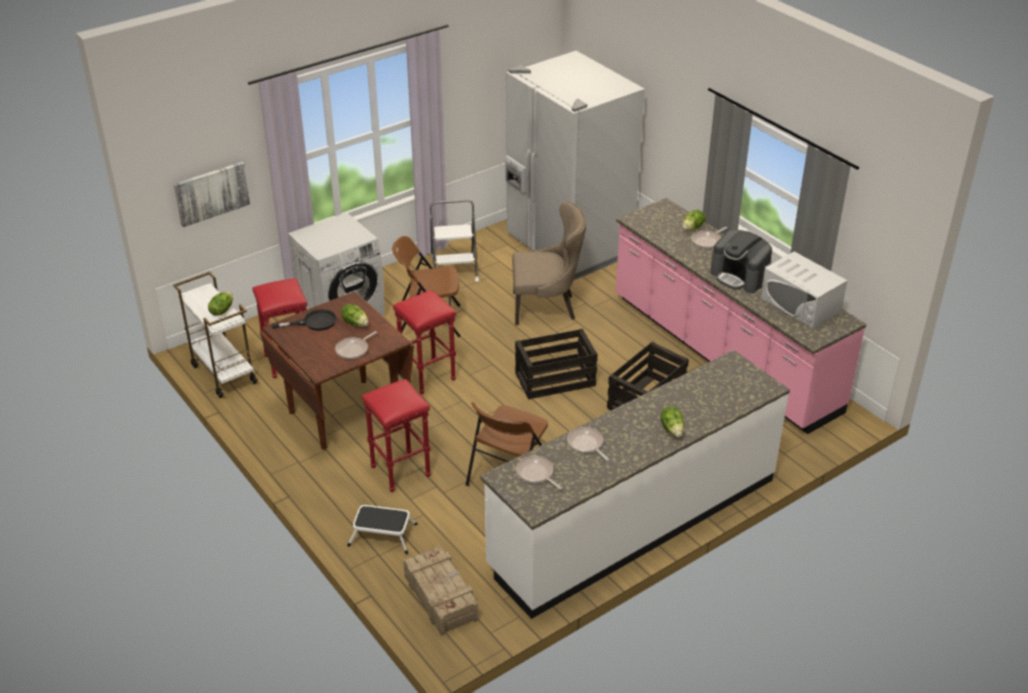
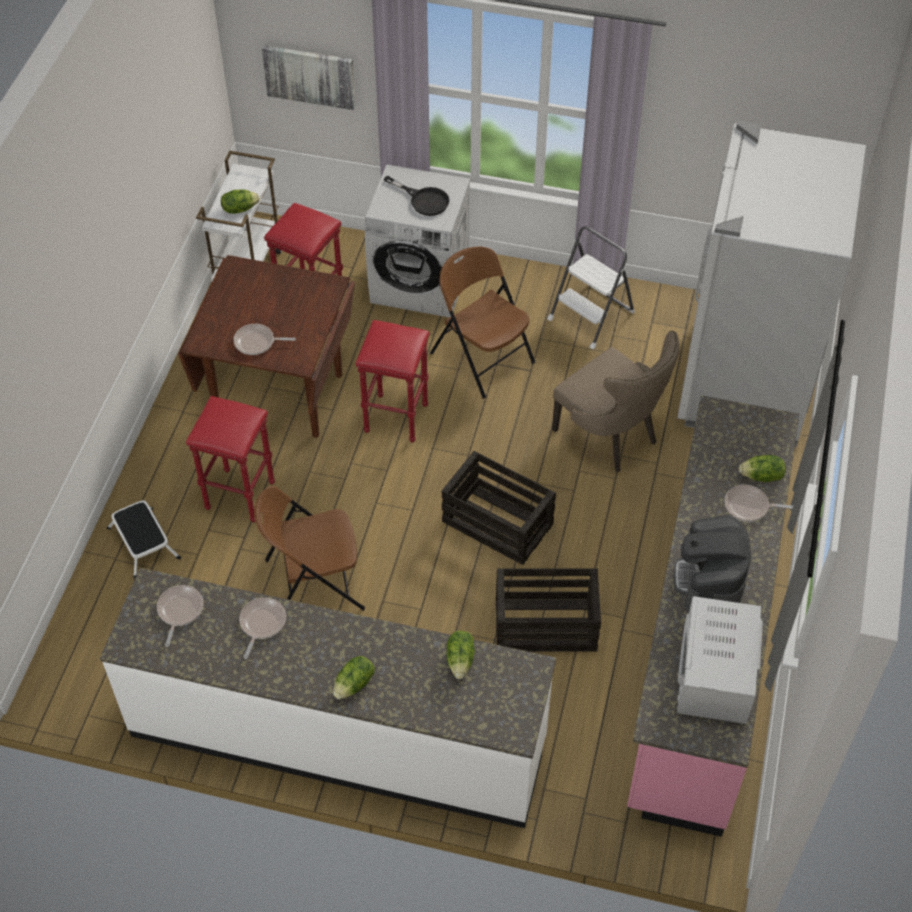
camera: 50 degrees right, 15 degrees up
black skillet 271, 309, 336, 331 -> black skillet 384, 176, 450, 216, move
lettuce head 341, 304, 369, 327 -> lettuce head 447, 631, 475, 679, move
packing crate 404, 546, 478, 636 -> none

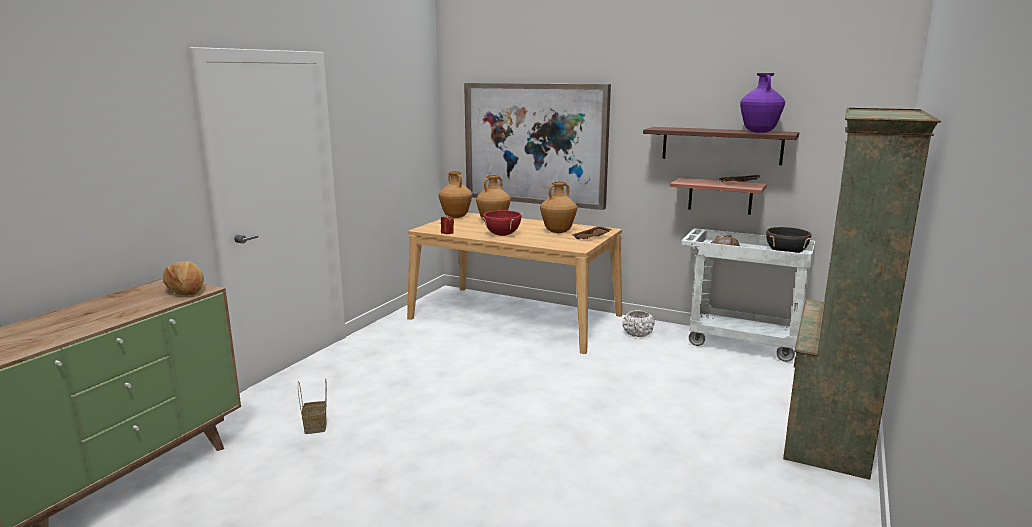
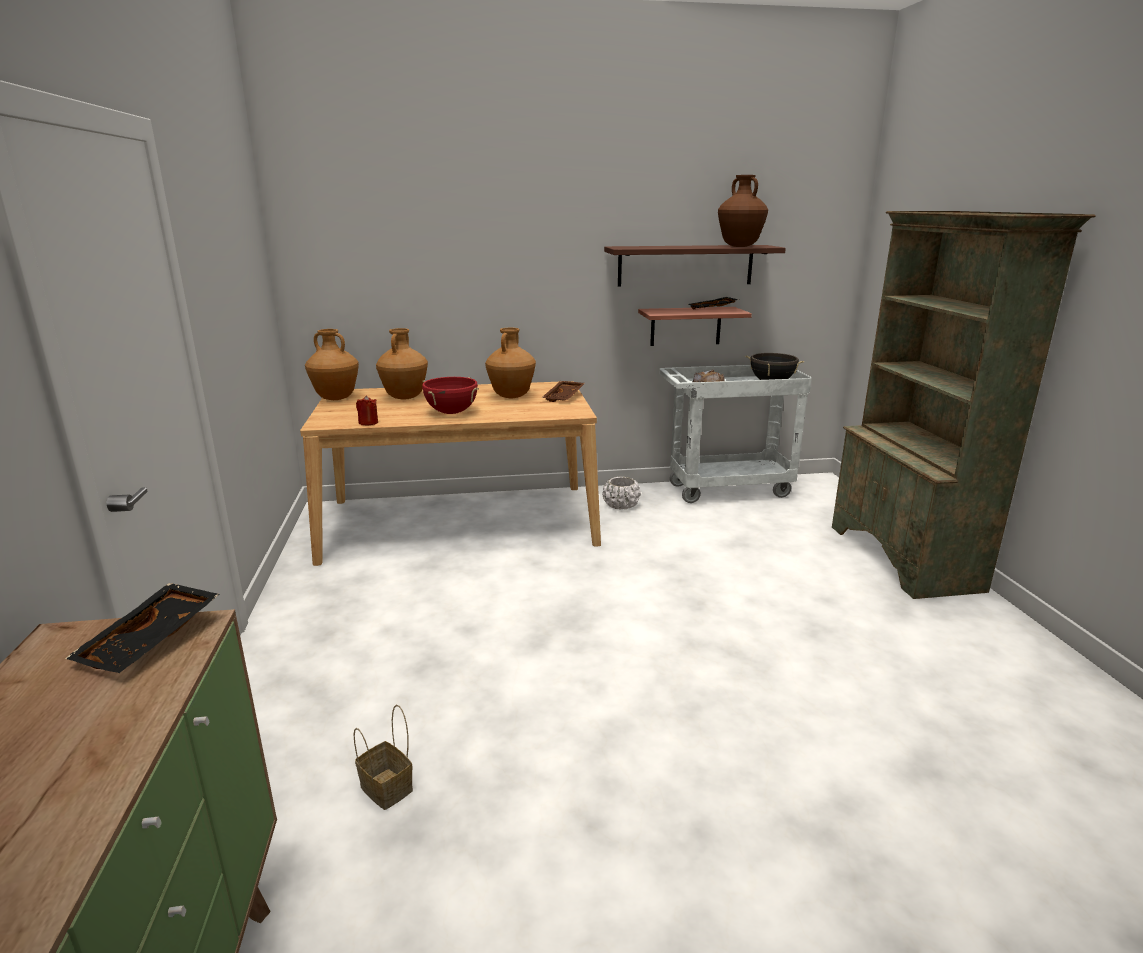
camera: 35 degrees left, 5 degrees up
bakery bread 163, 261, 204, 296 -> black carrying tray 65, 583, 219, 673
purplish vase 740, 73, 785, 133 -> brownish vase 718, 175, 768, 247
wall art 464, 83, 611, 210 -> none

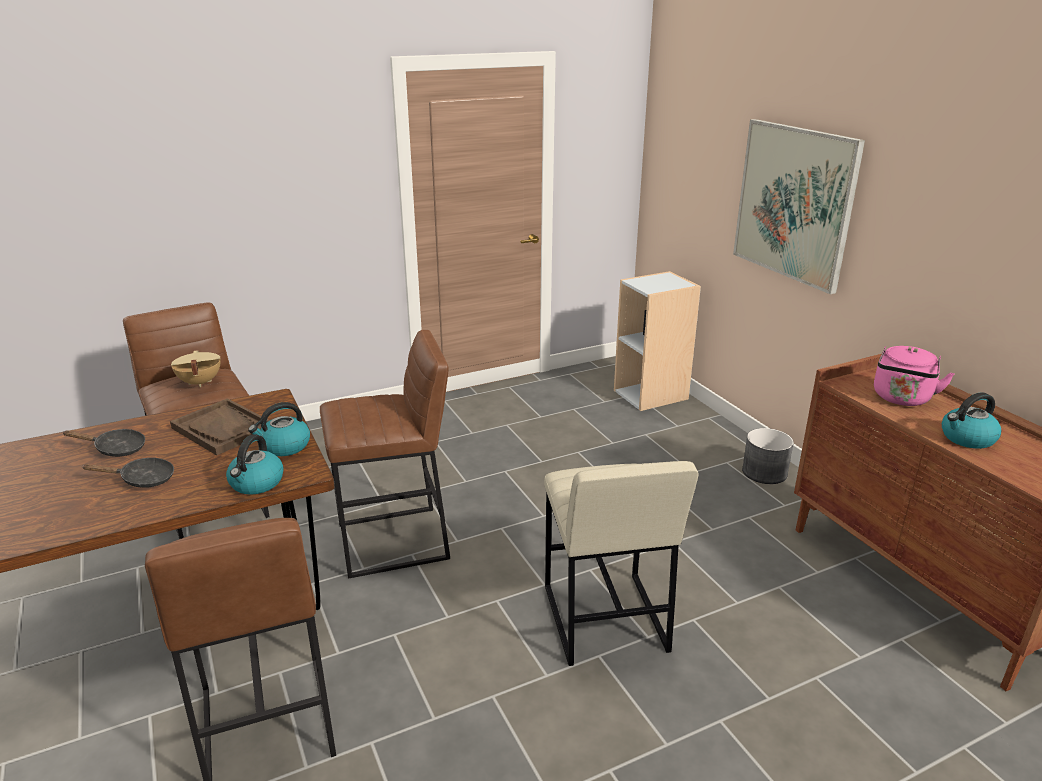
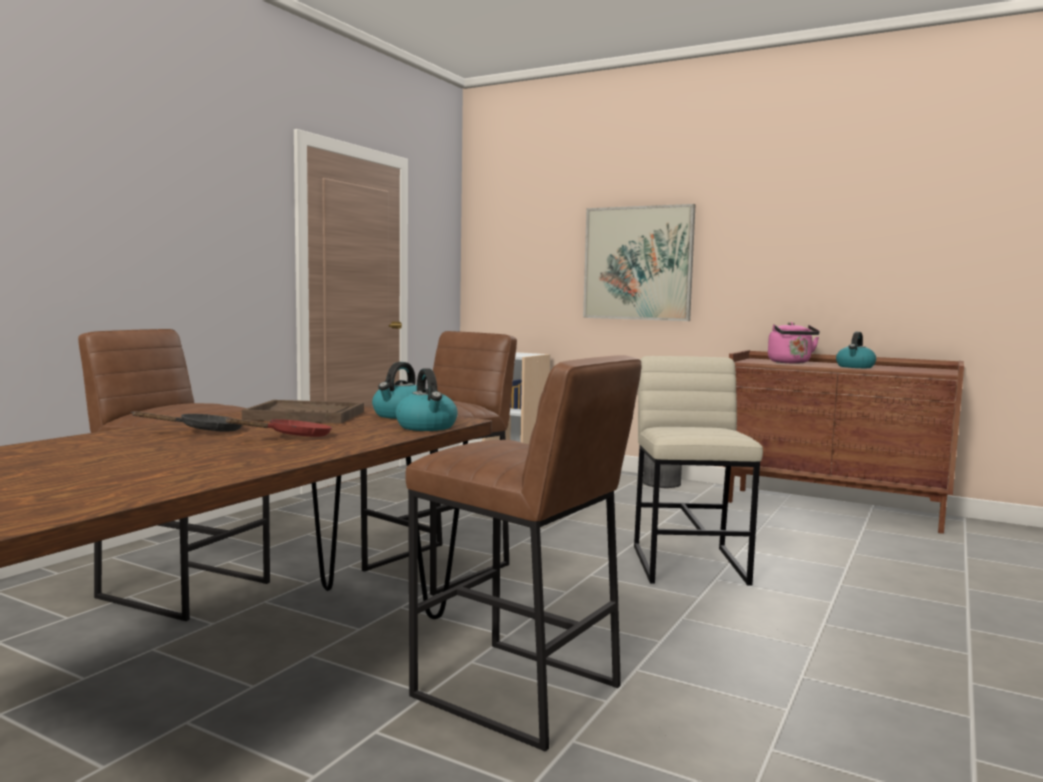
camera: 35 degrees left, 20 degrees down
black skillet 83, 457, 174, 488 -> red skillet 225, 418, 332, 437
beige-coloured upright chair 544, 461, 699, 666 -> beige-coloured upright chair 634, 356, 763, 586, 135 degrees counterclockwise
beige-coloured saucepot 171, 350, 221, 387 -> none

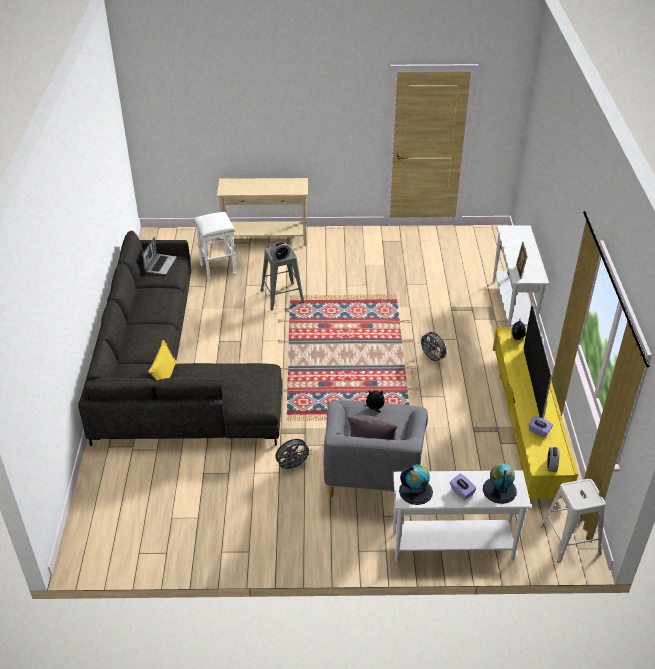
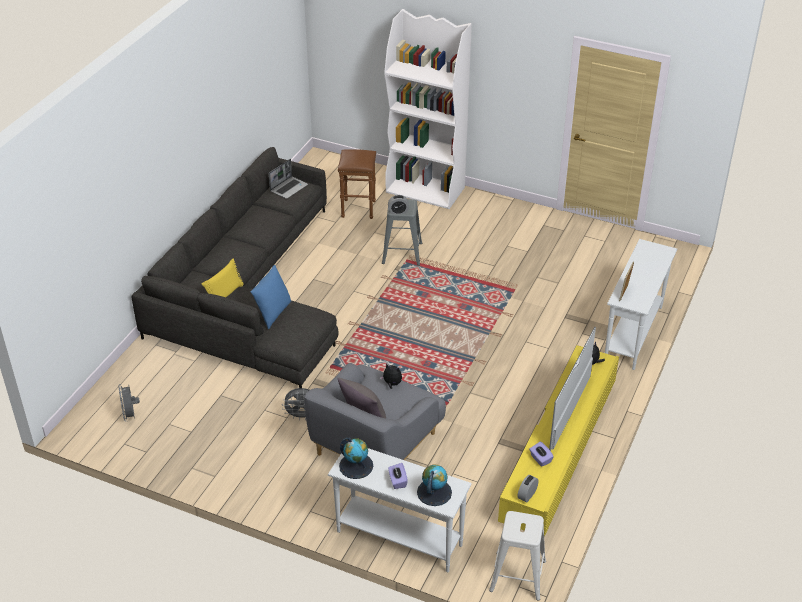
camera: 25 degrees right, 0 degrees up
grey electric fan 418, 332, 447, 364 -> grey electric fan 118, 384, 140, 421, move
none -> blue cushion 250, 265, 291, 329
white stool 194, 212, 236, 281 -> brownish stool 338, 149, 376, 219
beige-coloured hall table 217, 178, 308, 246 -> white bookcase 385, 9, 472, 209

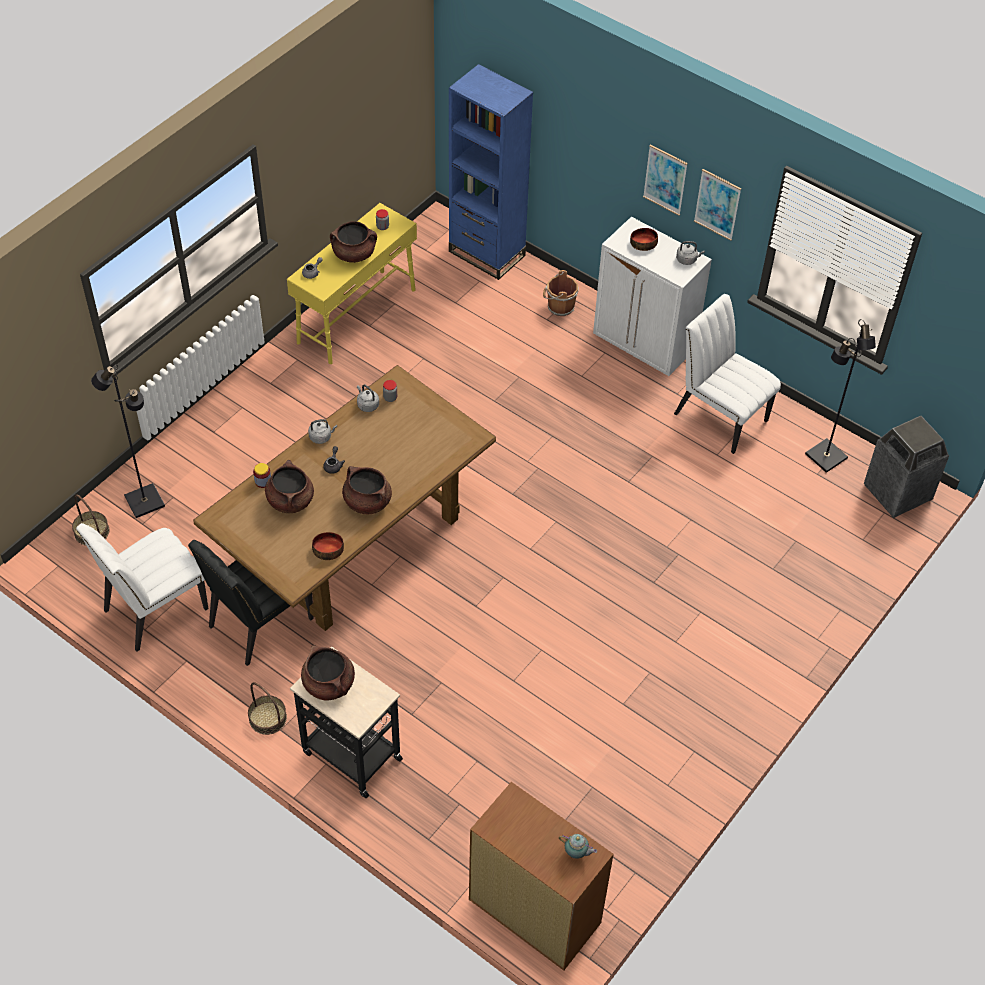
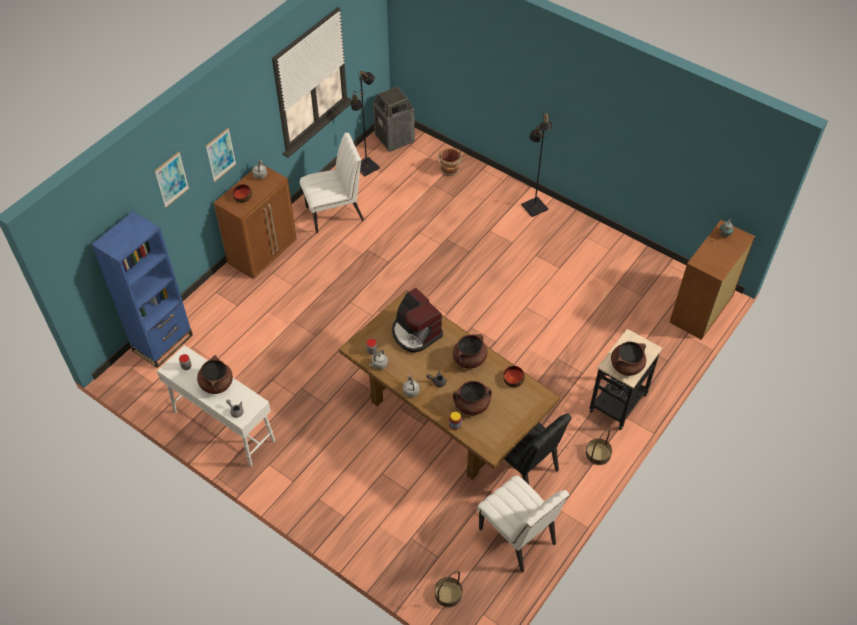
camera: 90 degrees left, 0 degrees up
wall art 694, 169, 741, 241 -> wall art 155, 152, 189, 207, move
yellow hall table 287, 203, 417, 364 -> white hall table 157, 345, 275, 466
white cupboard 593, 217, 712, 376 -> brownish cupboard 214, 164, 297, 279
white upright chair 674, 294, 781, 454 -> white upright chair 300, 133, 364, 233, 150 degrees counterclockwise
none -> coffee brewer 392, 288, 443, 353
brownish pail 543, 270, 579, 316 -> brownish pail 438, 148, 462, 176, move
black standard lamp 91, 364, 165, 518 -> black standard lamp 521, 110, 552, 217, move

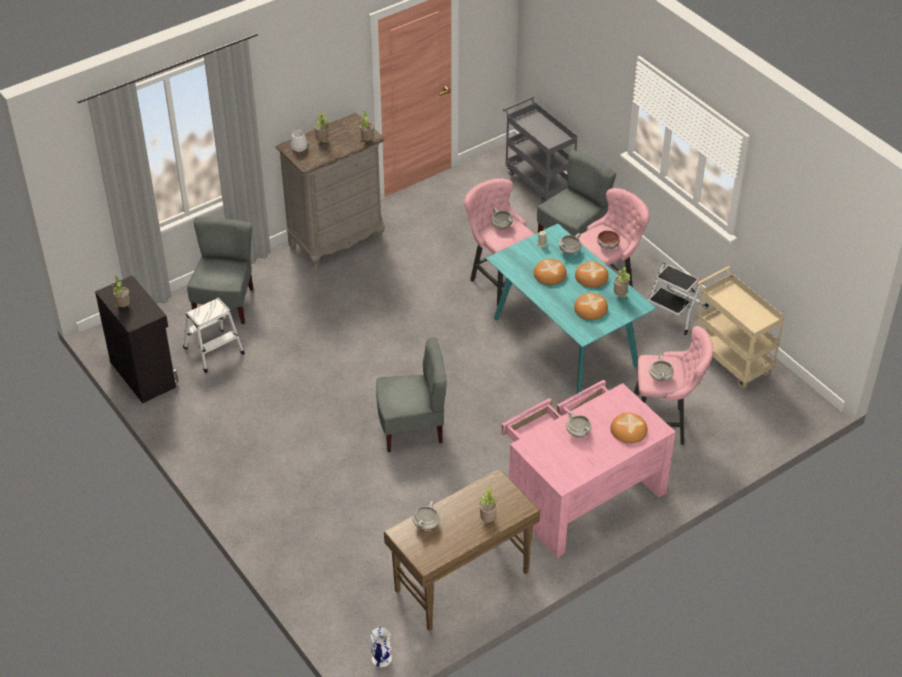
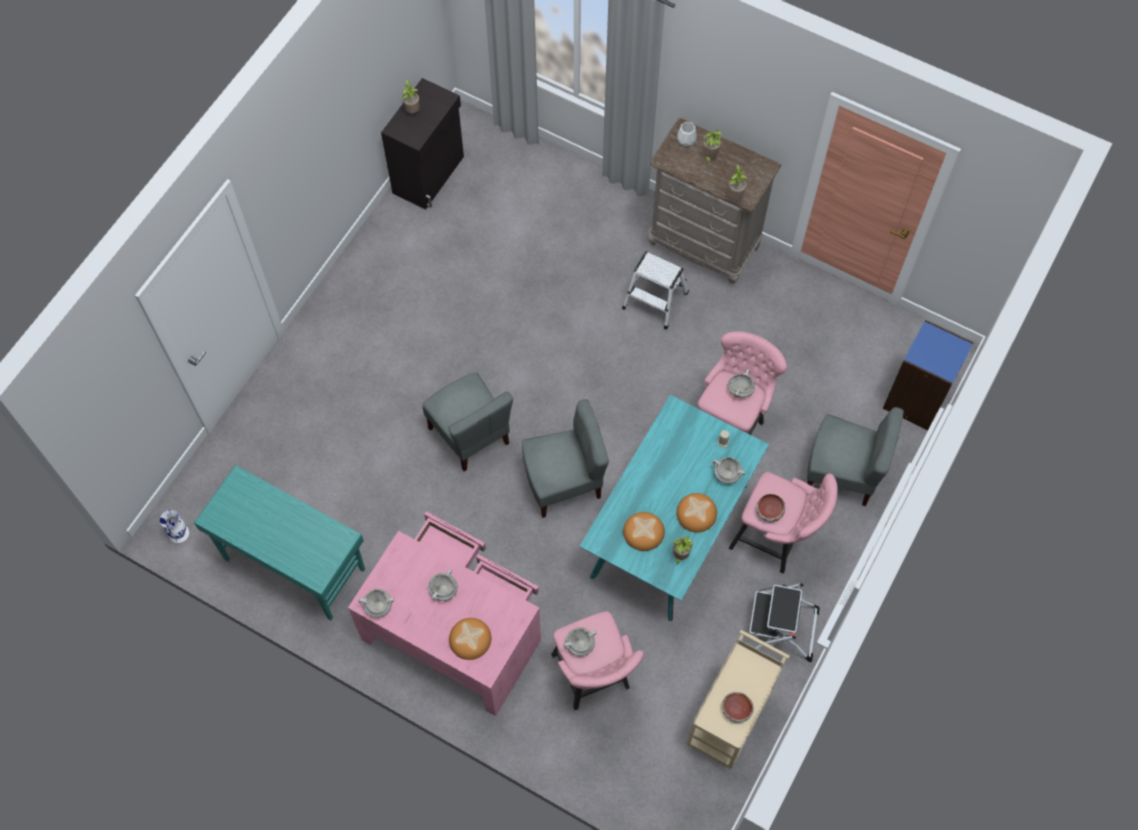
camera: 65 degrees right, 20 degrees up
brownish hall table 384, 468, 540, 631 -> turquoise-coloured hall table 194, 465, 365, 620
white saucepot 413, 501, 440, 530 -> white saucepot 359, 589, 394, 618, move
grey upright chair 187, 217, 253, 324 -> grey upright chair 522, 399, 609, 518, move
white step stool 183, 297, 245, 373 -> white step stool 622, 251, 689, 329, move
none -> serving bowl 722, 692, 753, 723
grey wheeled cart 503, 96, 578, 202 -> blue bookcase 883, 320, 973, 430
houseplant 479, 486, 498, 522 -> none
bakery bread 534, 259, 567, 285 -> none

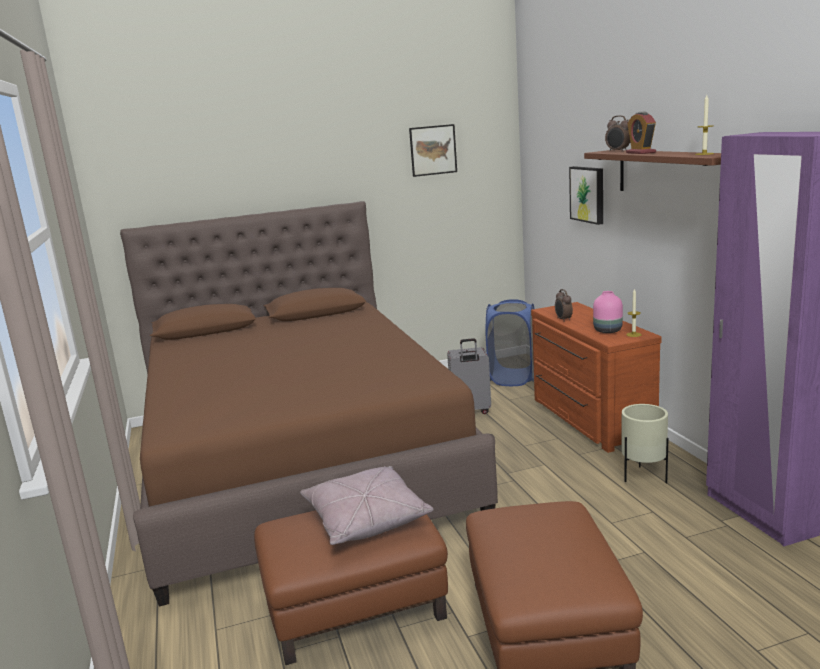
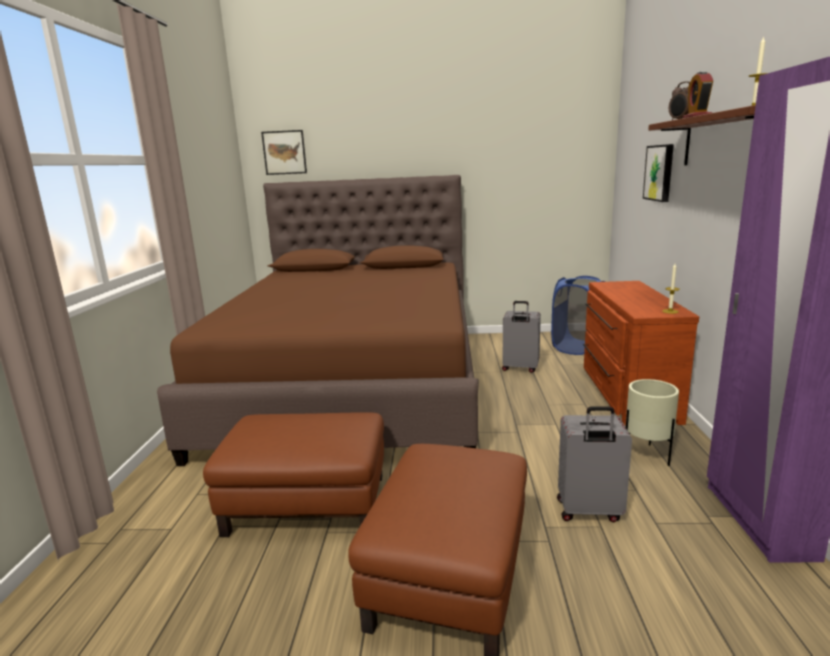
camera: 20 degrees right, 0 degrees up
wall art 409, 124, 457, 177 -> wall art 261, 130, 307, 175, move
none -> grey piece of luggage 557, 406, 632, 522
purplish cushion 300, 466, 434, 545 -> none
bedside clock 555, 289, 573, 322 -> none
pink vase 593, 291, 623, 333 -> none

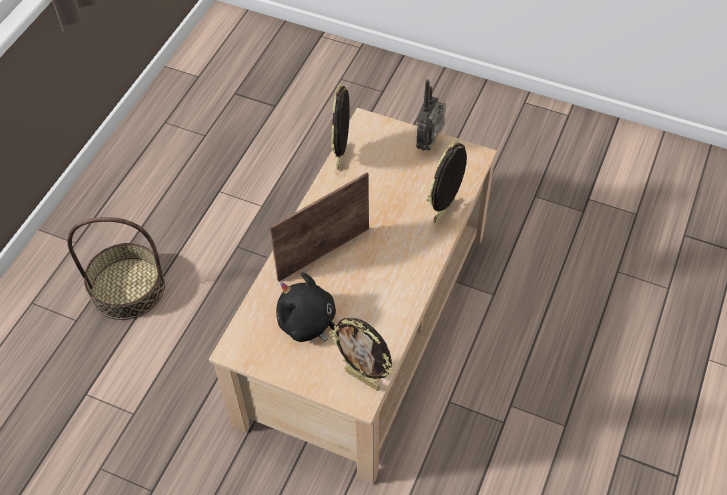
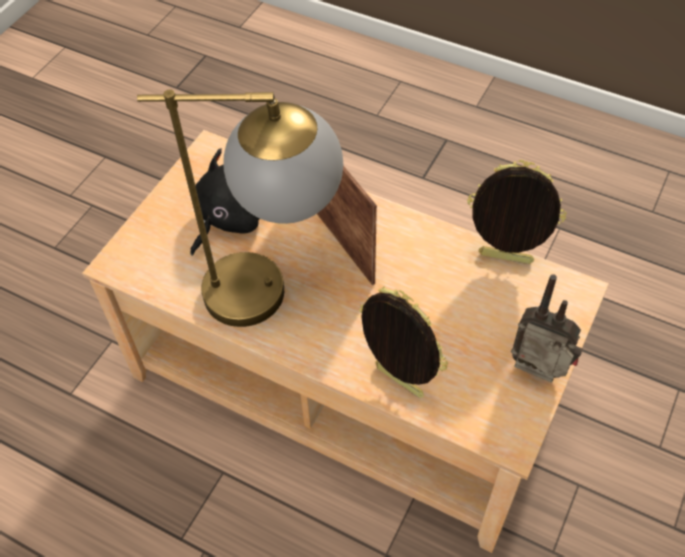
camera: 95 degrees right, 0 degrees up
none -> tabletop lamp 137, 90, 343, 327
household basket 67, 217, 165, 320 -> none
standing frame 329, 318, 394, 391 -> none

